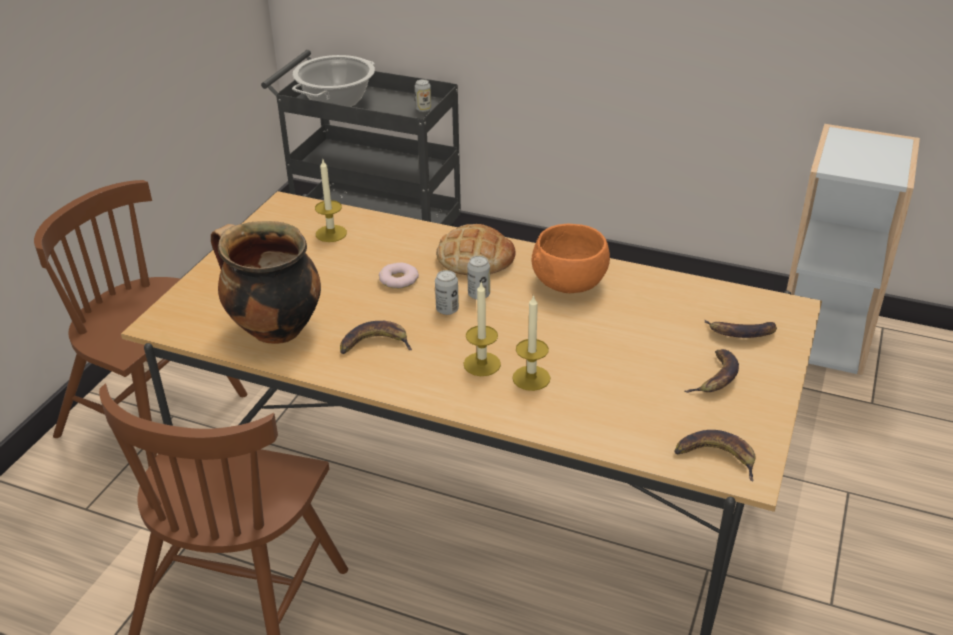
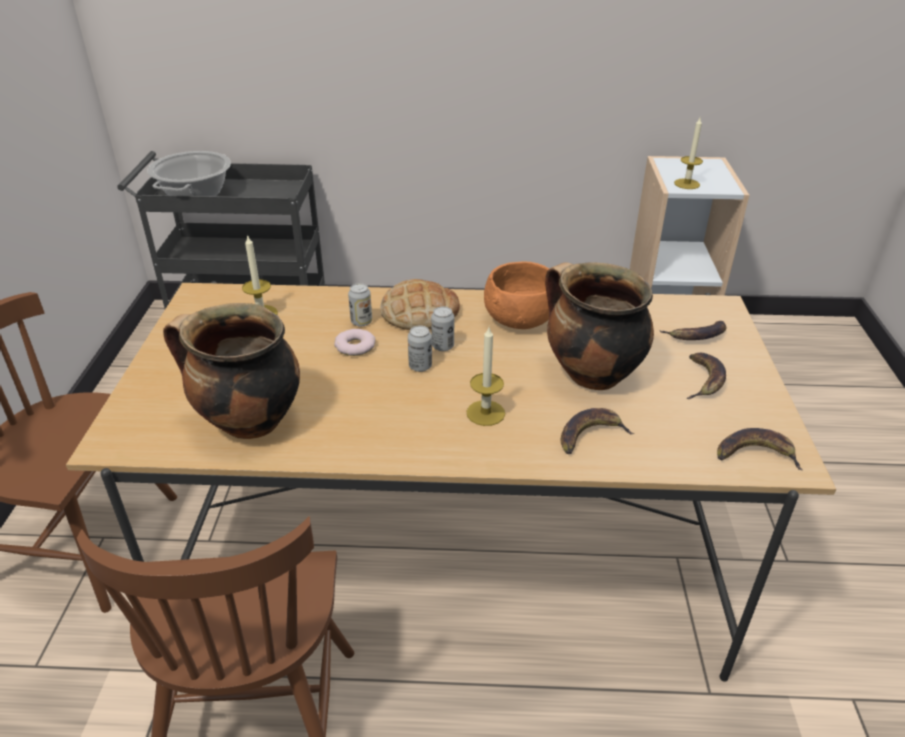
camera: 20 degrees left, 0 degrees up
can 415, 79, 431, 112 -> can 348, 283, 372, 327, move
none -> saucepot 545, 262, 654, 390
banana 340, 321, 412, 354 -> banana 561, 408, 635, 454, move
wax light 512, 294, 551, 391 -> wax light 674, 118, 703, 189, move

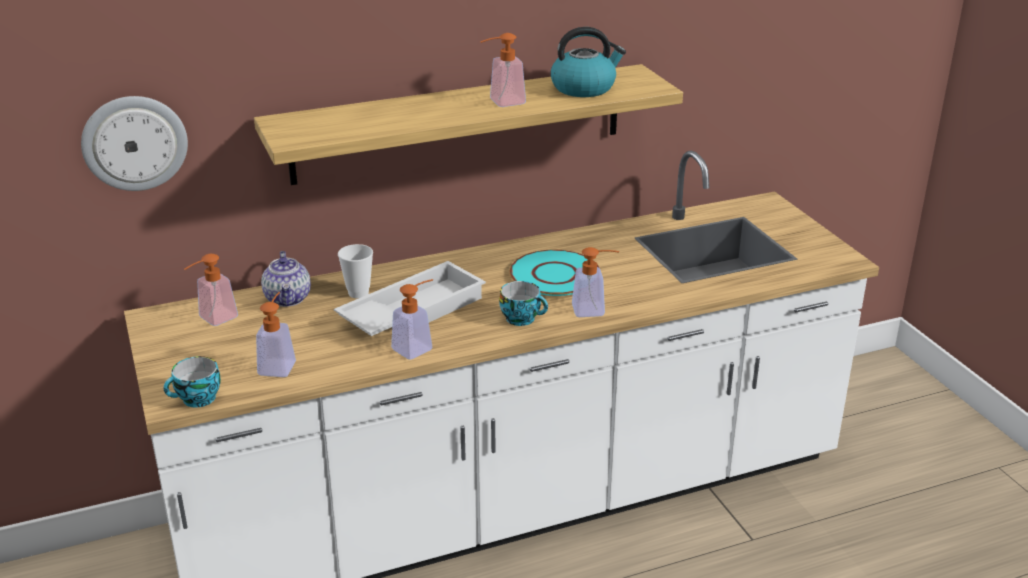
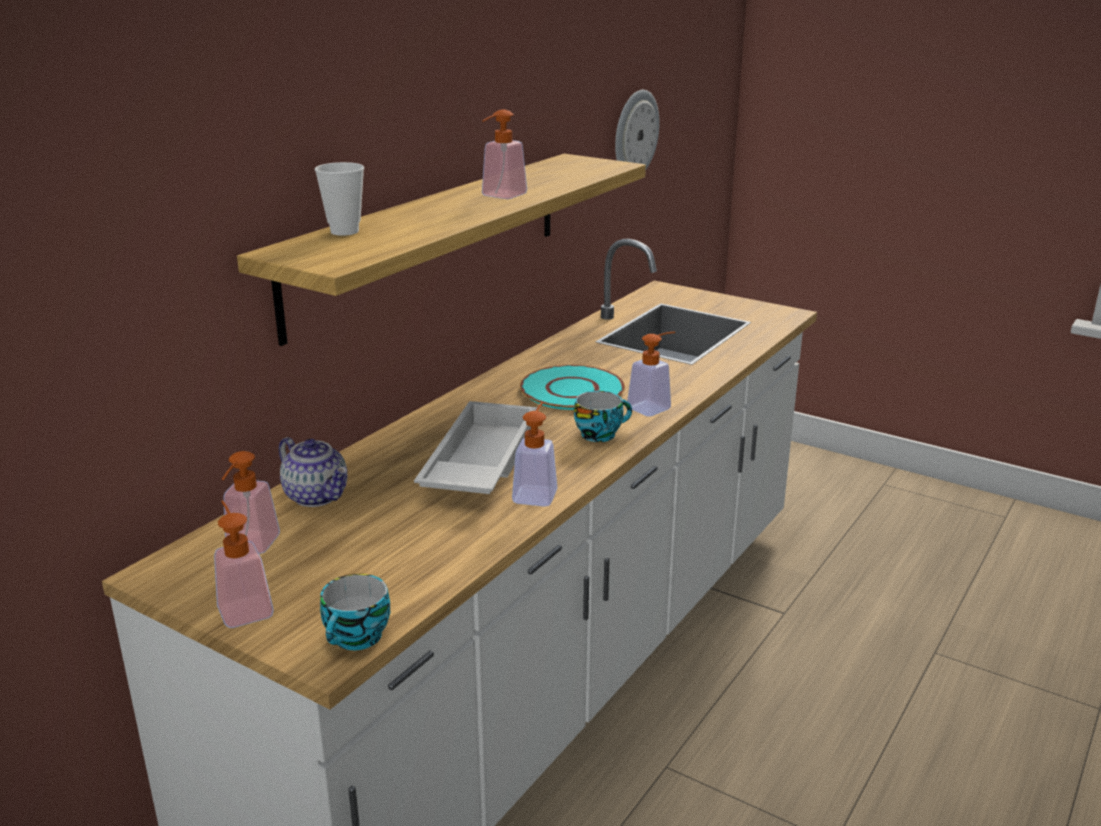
camera: 35 degrees left, 5 degrees down
liquid soap bottle 256, 292, 296, 377 -> liquid soap bottle 214, 500, 274, 628, move
drinking cup 338, 244, 373, 299 -> drinking cup 315, 162, 364, 236, move
wall clock 81, 96, 188, 191 -> wall clock 615, 90, 660, 169, move
tea kettle 551, 27, 626, 97 -> none

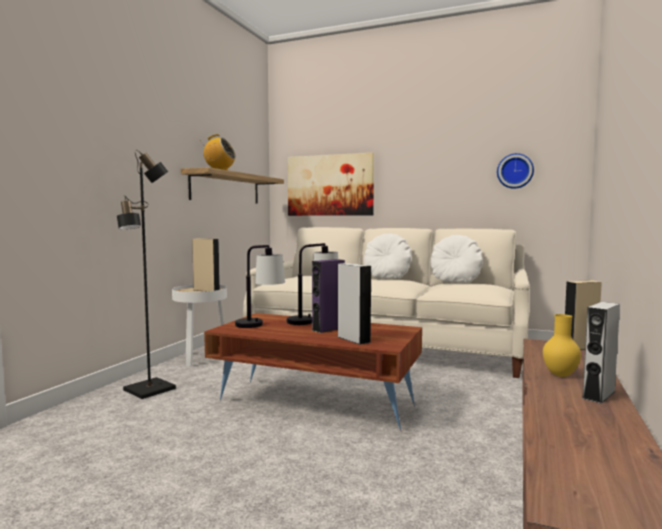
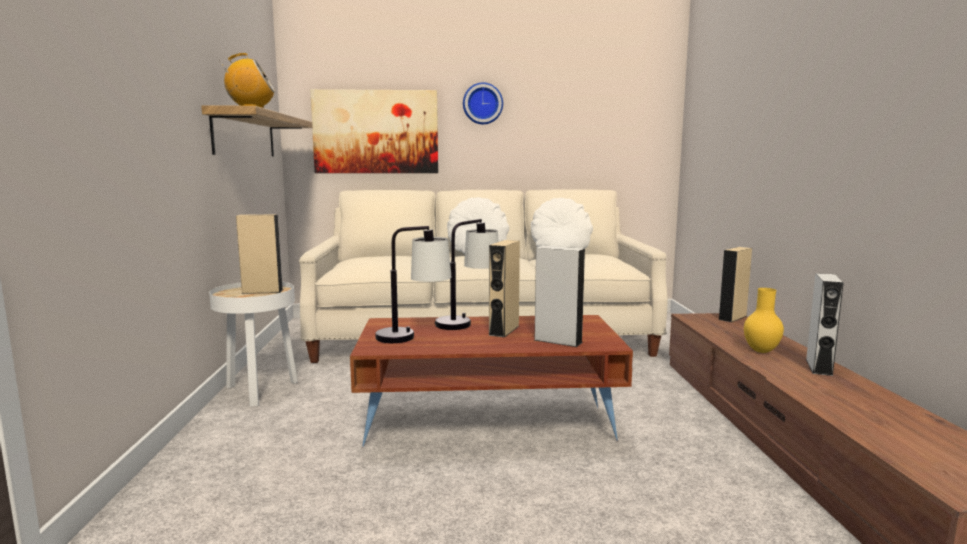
camera: 25 degrees left, 5 degrees up
wall clock 497, 153, 534, 189 -> wall clock 463, 82, 503, 124, move
purplish loudspeaker 312, 259, 345, 333 -> beige-coloured loudspeaker 489, 240, 520, 337
black standard lamp 117, 150, 176, 399 -> none

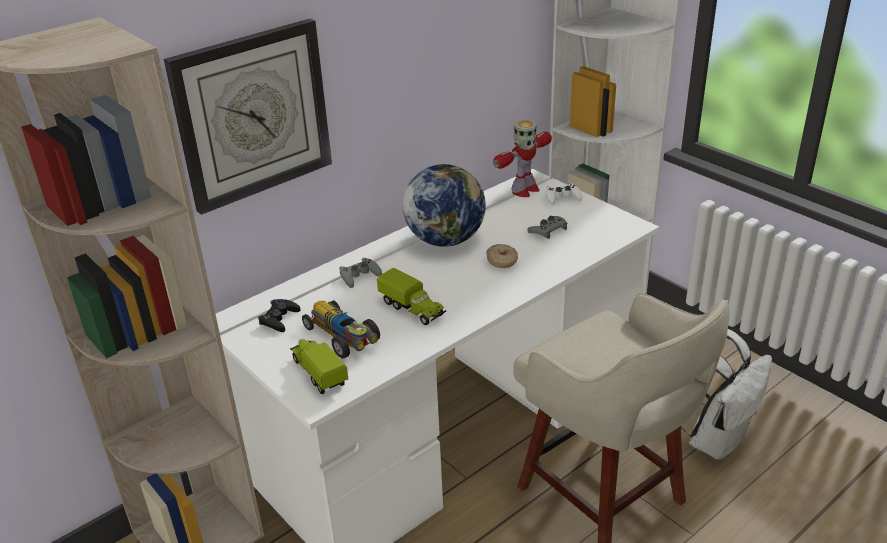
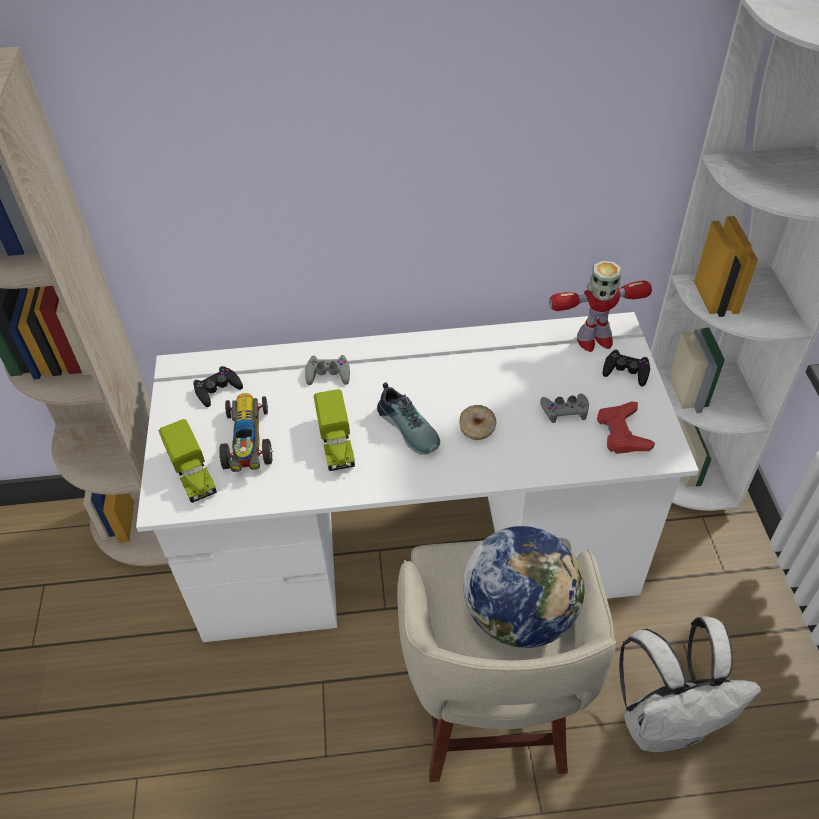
camera: 35 degrees right, 15 degrees up
model truck 290, 339, 348, 394 -> model truck 159, 419, 217, 503, 150 degrees clockwise
none -> low shoe 377, 382, 440, 455
world globe 402, 164, 486, 247 -> world globe 463, 526, 585, 648, move
none -> red joypad 597, 402, 655, 454
white joypad 546, 183, 582, 205 -> black joypad 603, 349, 650, 387
wall clock 164, 19, 332, 215 -> none

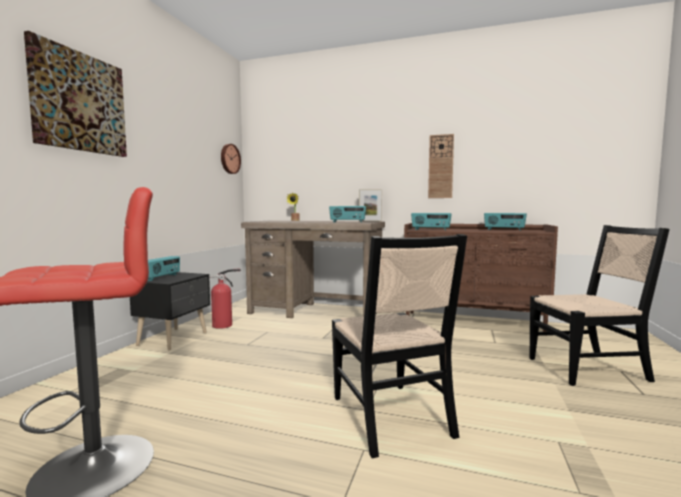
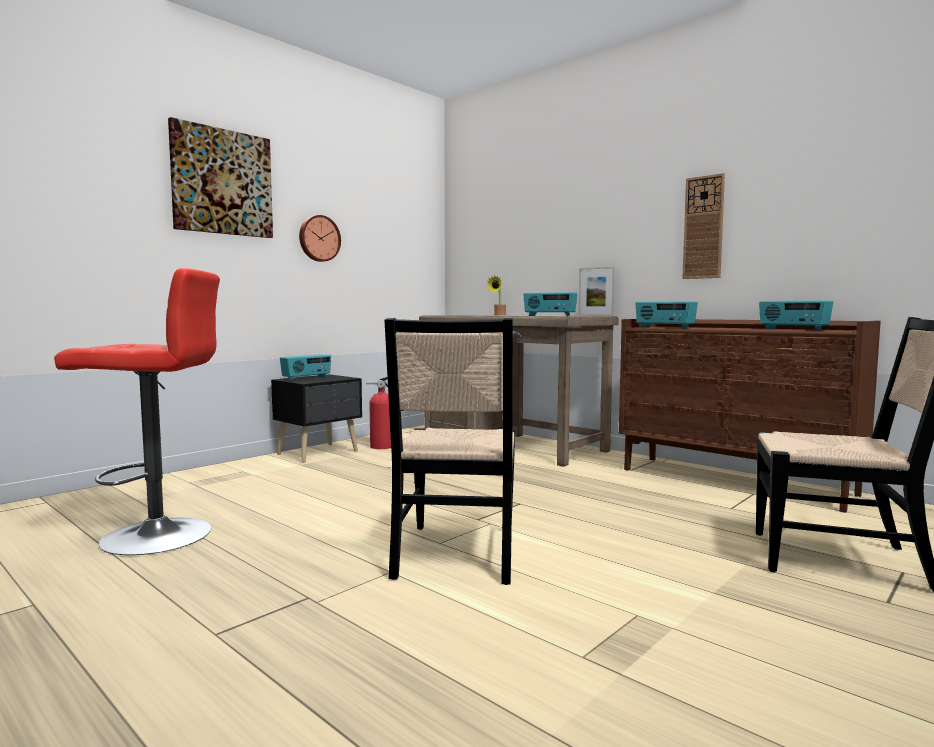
camera: 25 degrees right, 0 degrees up
wall clock 221, 144, 241, 174 -> wall clock 299, 215, 341, 262, move

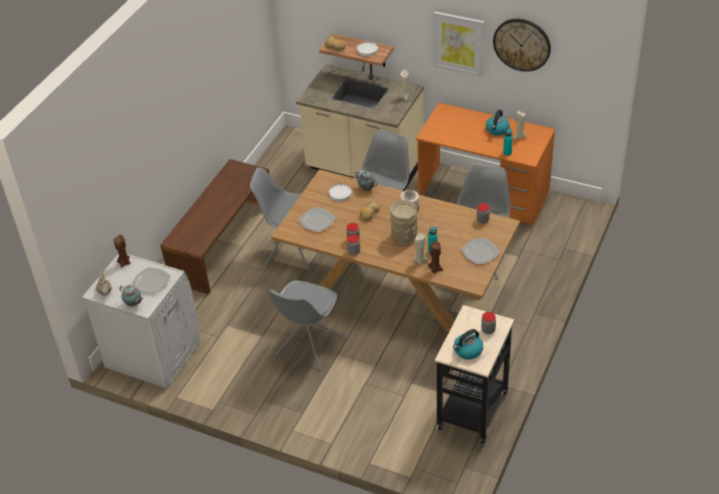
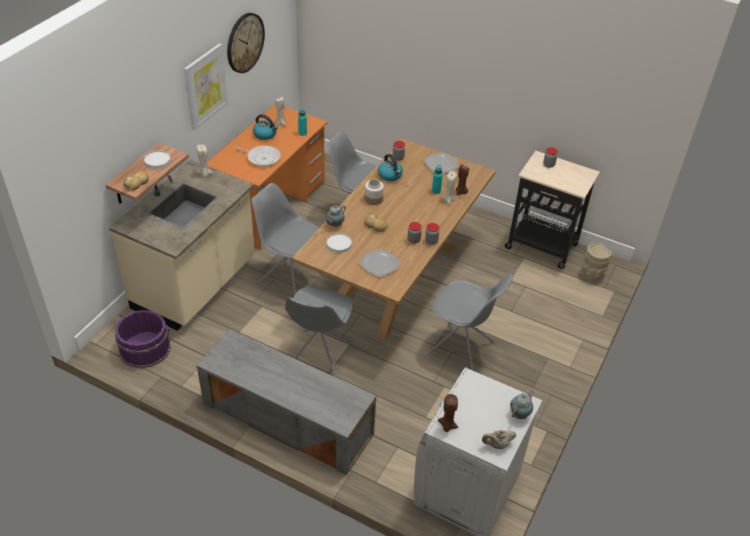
camera: 90 degrees left, 0 degrees up
none -> purplish pail 115, 310, 171, 368
brownish indoor bench 160, 159, 269, 294 -> grey indoor bench 196, 329, 376, 475
none -> skillet 233, 145, 281, 167
tea kettle 453, 329, 483, 360 -> tea kettle 378, 154, 403, 181, move
beige-coloured vase 390, 200, 417, 246 -> beige-coloured vase 581, 242, 612, 280, move
plate 131, 267, 171, 295 -> none

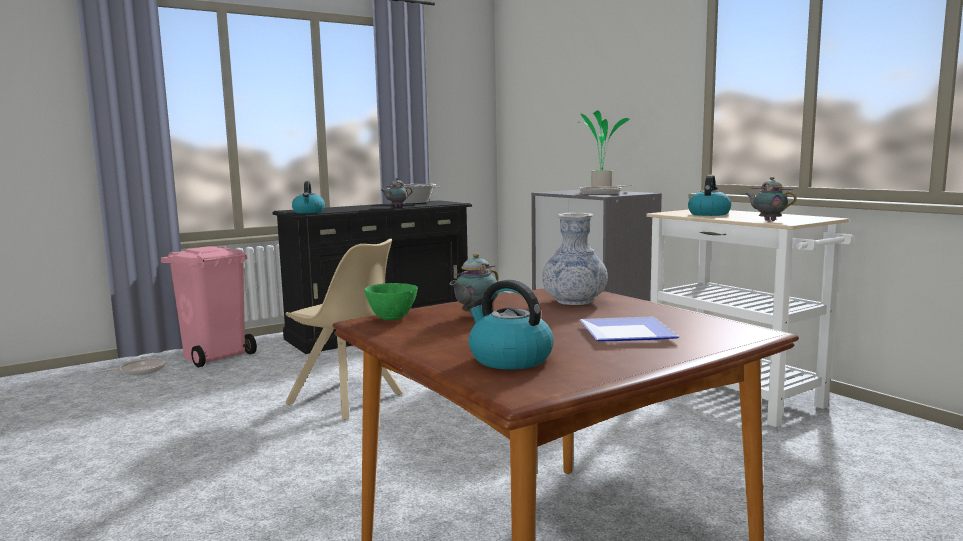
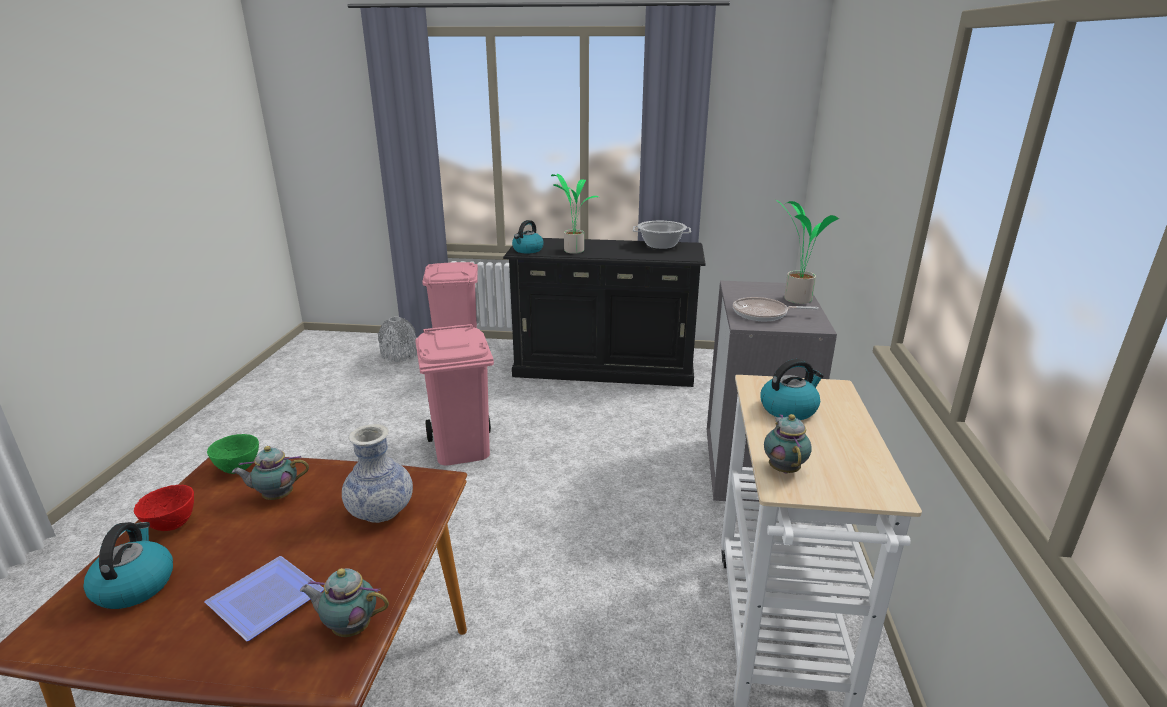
camera: 40 degrees right, 15 degrees up
none -> red serving bowl 134, 485, 194, 531
pot for tea 381, 178, 412, 207 -> pot for tea 300, 568, 389, 637, move
skillet 93, 358, 166, 376 -> grey vase 378, 317, 417, 362
beige-coloured upright chair 285, 239, 403, 420 -> pink trash can 415, 324, 494, 466
none -> houseplant 551, 174, 599, 254

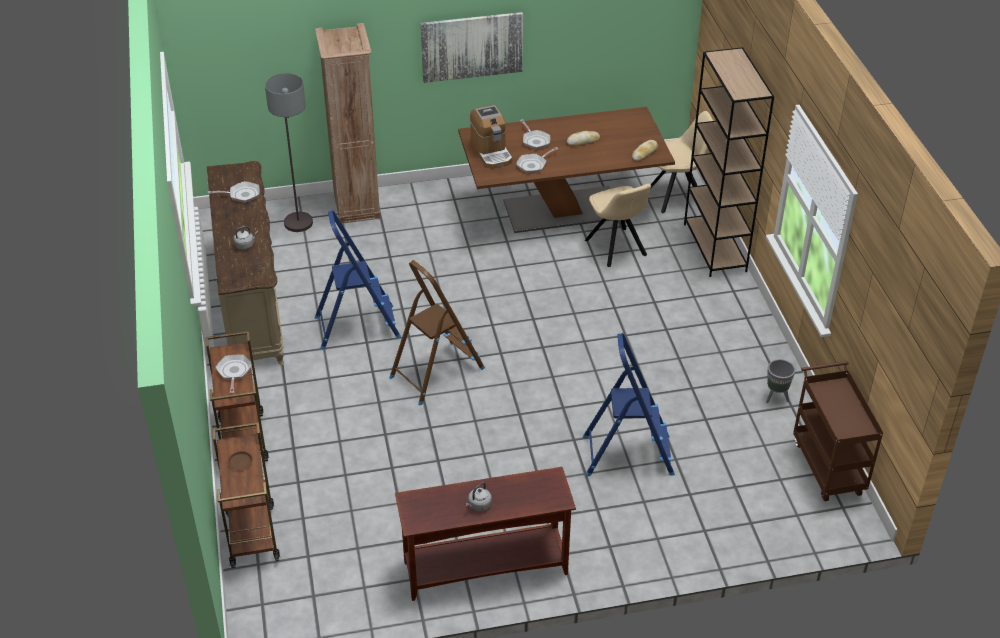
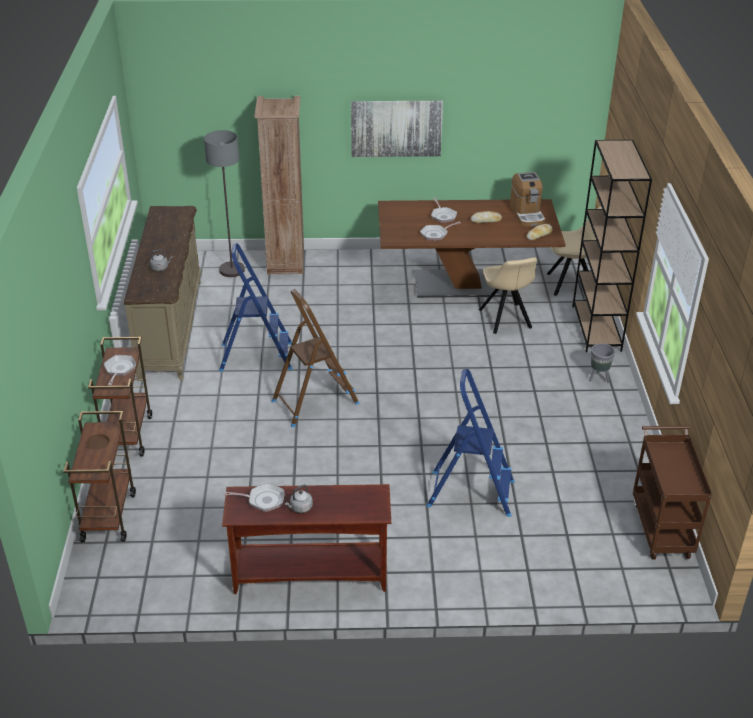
camera: 10 degrees right, 5 degrees down
skillet 208, 181, 260, 203 -> skillet 224, 483, 285, 512, move
coffee brewer 470, 105, 512, 169 -> coffee brewer 510, 172, 545, 226, move
grey plant pot 766, 359, 795, 403 -> grey plant pot 589, 343, 615, 383, move

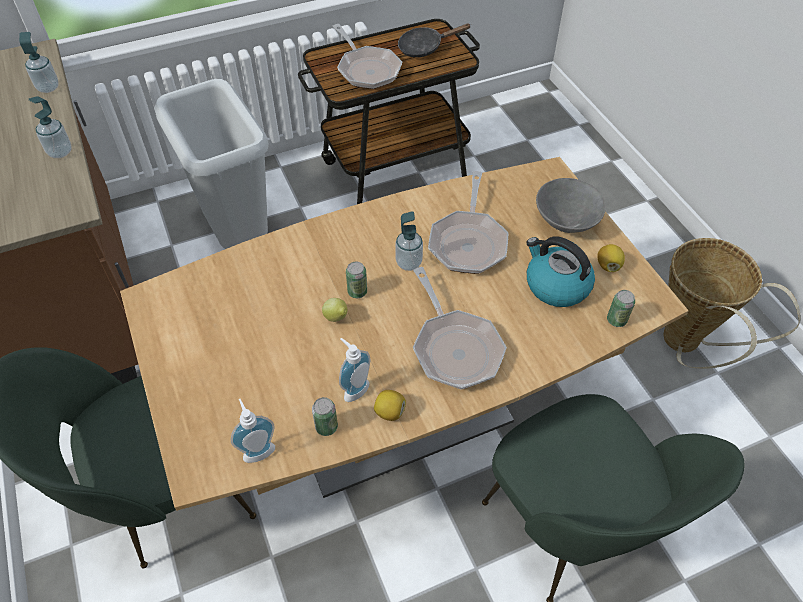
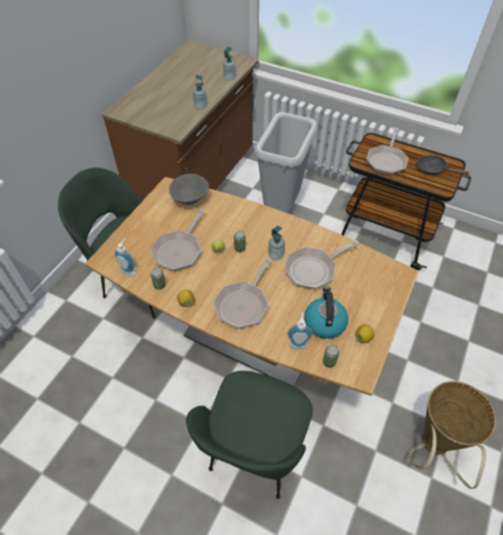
camera: 50 degrees right, 0 degrees up
none -> skillet 151, 209, 205, 271
grey serving bowl 536, 178, 606, 233 -> grey serving bowl 169, 174, 209, 205, move
liquid soap bottle 339, 338, 371, 402 -> liquid soap bottle 287, 312, 313, 350, move

